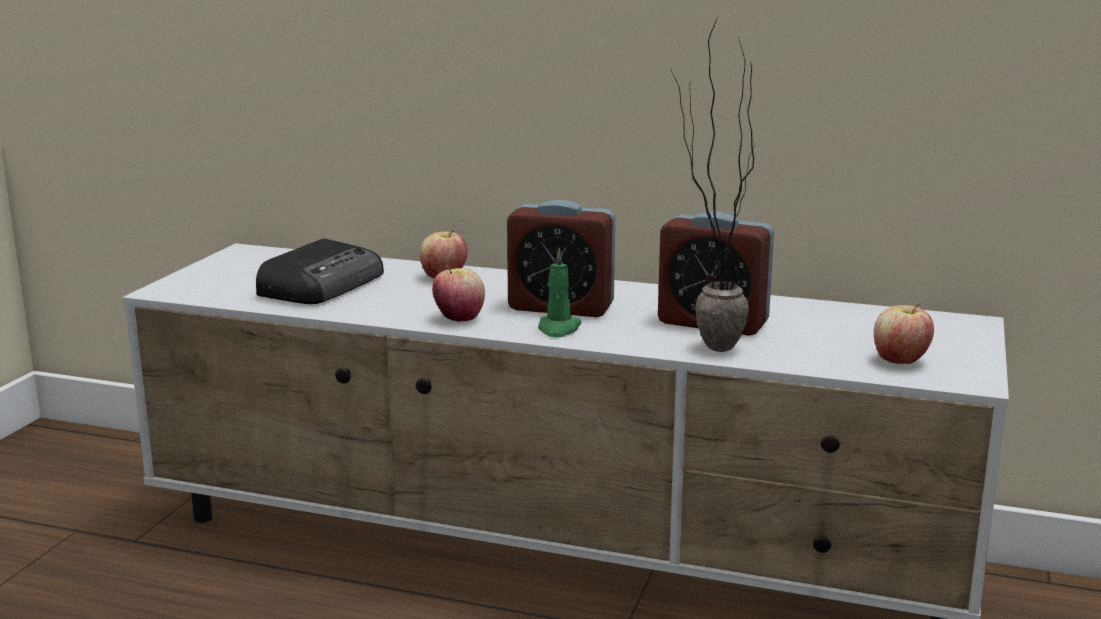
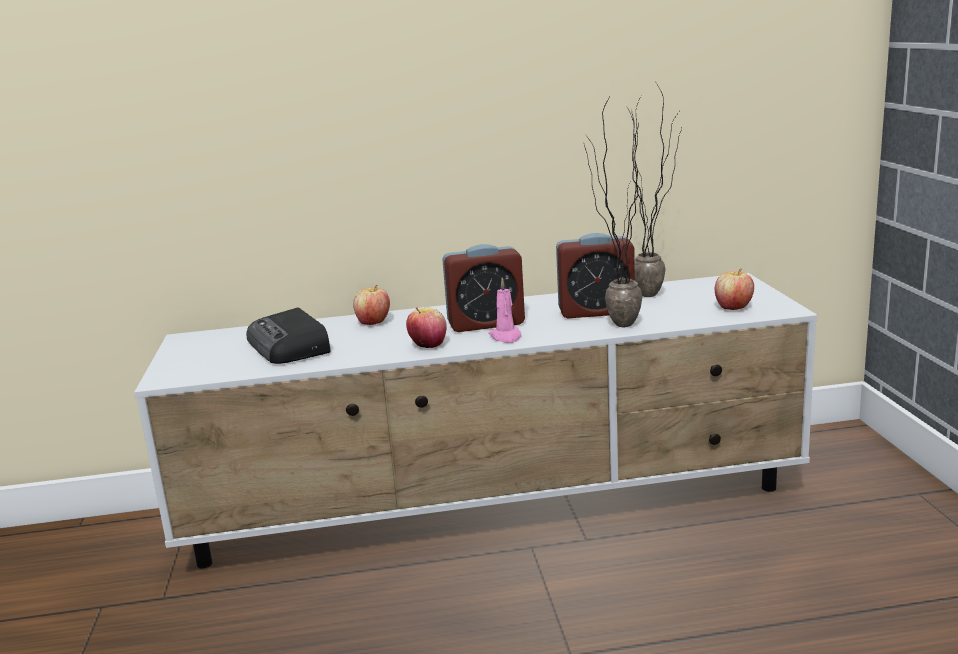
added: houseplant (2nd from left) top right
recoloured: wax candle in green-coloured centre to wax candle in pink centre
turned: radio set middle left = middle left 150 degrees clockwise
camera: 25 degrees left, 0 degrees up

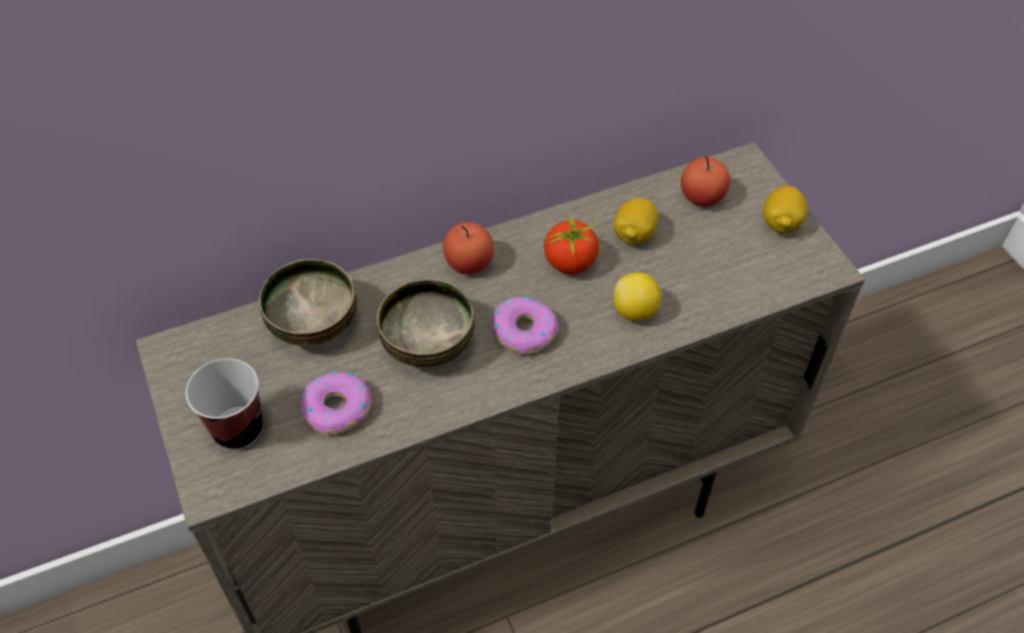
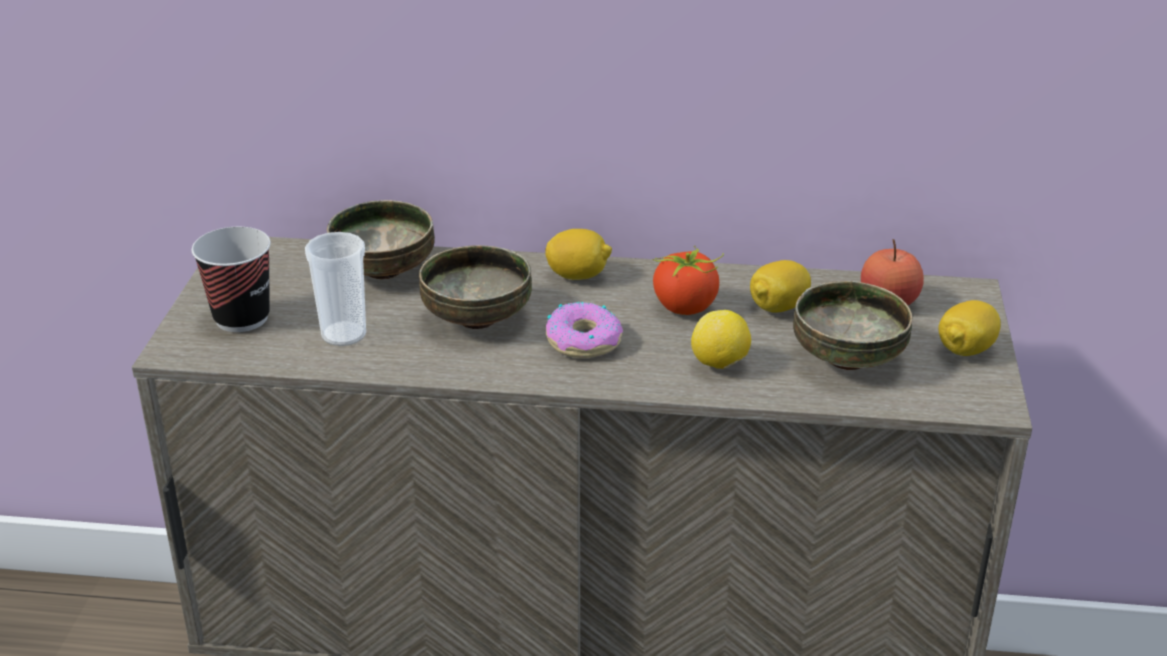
added: serving bowl (3rd from left) middle right
replaced: whole apple (1st from left) centre to citrus fruit (1st from left) centre; doughnut (1st from left) middle left to drinking cup (2nd from left) middle left
camera: 30 degrees right, 20 degrees down

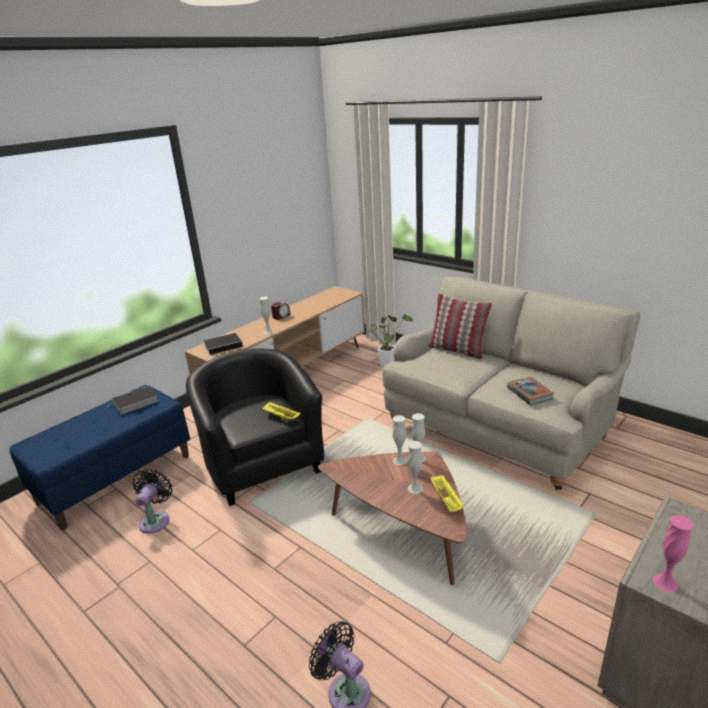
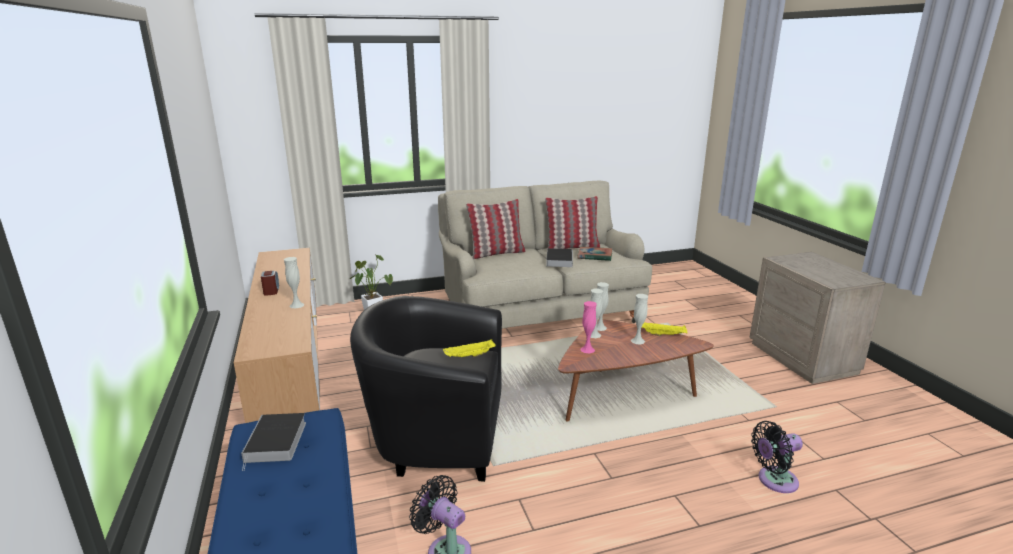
added: pillow (2nd from left) centre
moved: volume (2nd from left) middle left to centre; decorative vase in pink bottom right to centre
camera: 60 degrees left, 5 degrees down

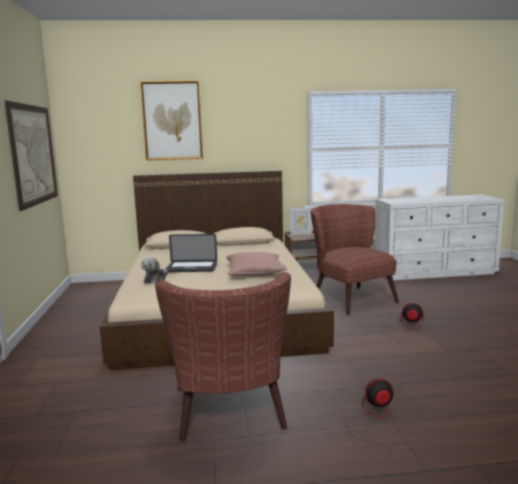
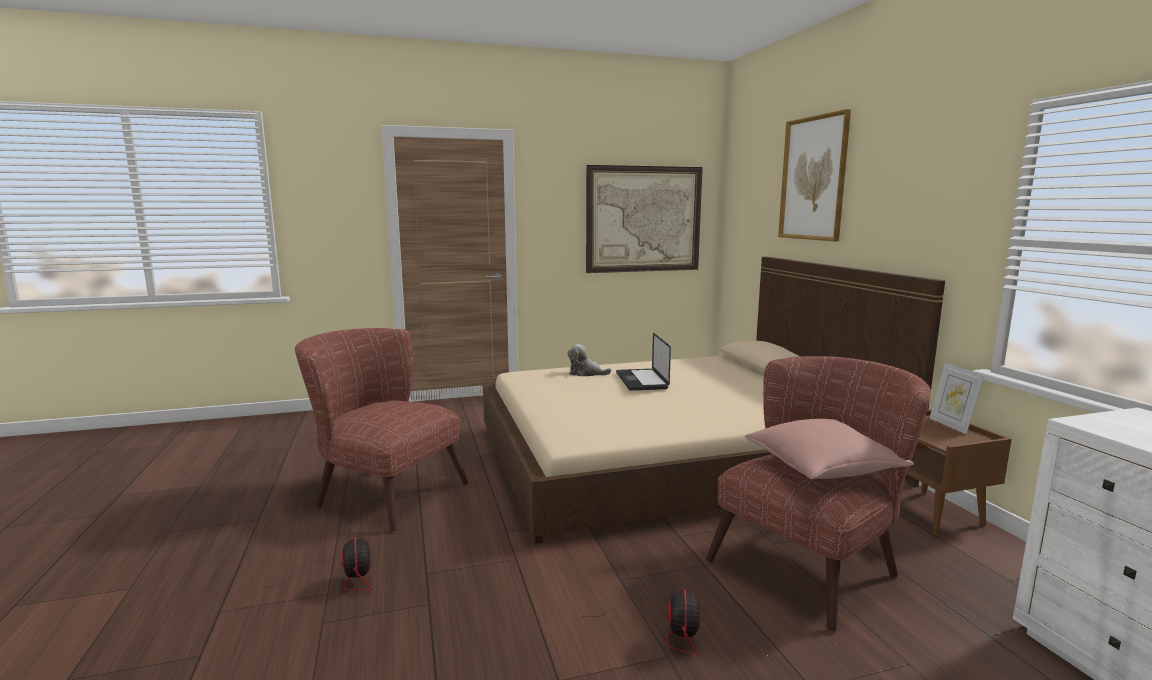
moved: pillow in pink centre to middle right
turned: armchair in brownish (1st from left) bottom centre = middle left 45 degrees clockwise
camera: 80 degrees right, 0 degrees up

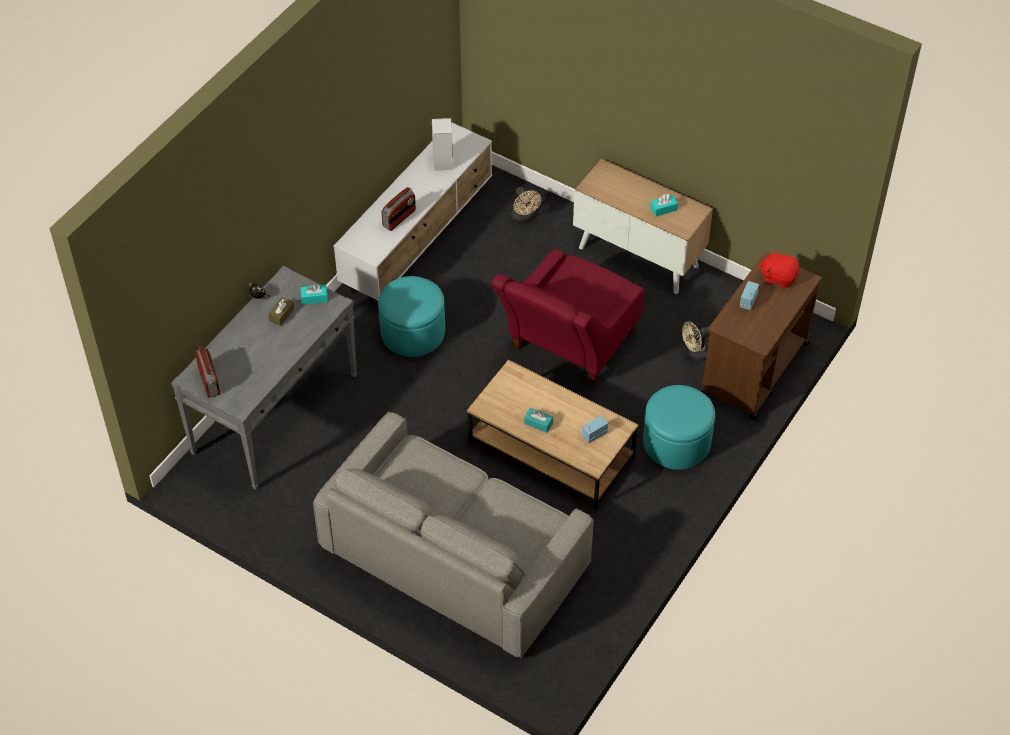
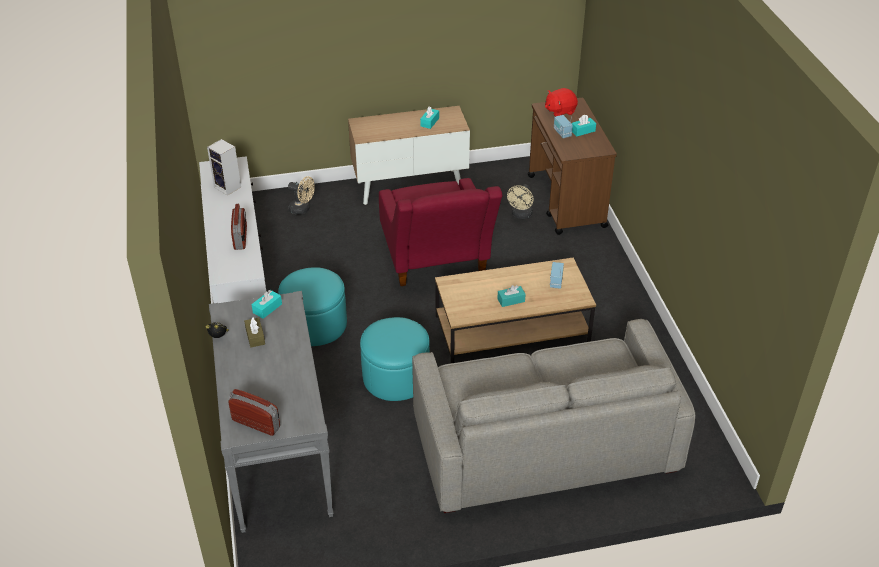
added: tissue box in turquoise (4th from left) top centre
moved: pouffe in turquoise (2nd from left) middle right to centre
camera: 45 degrees left, 10 degrees down

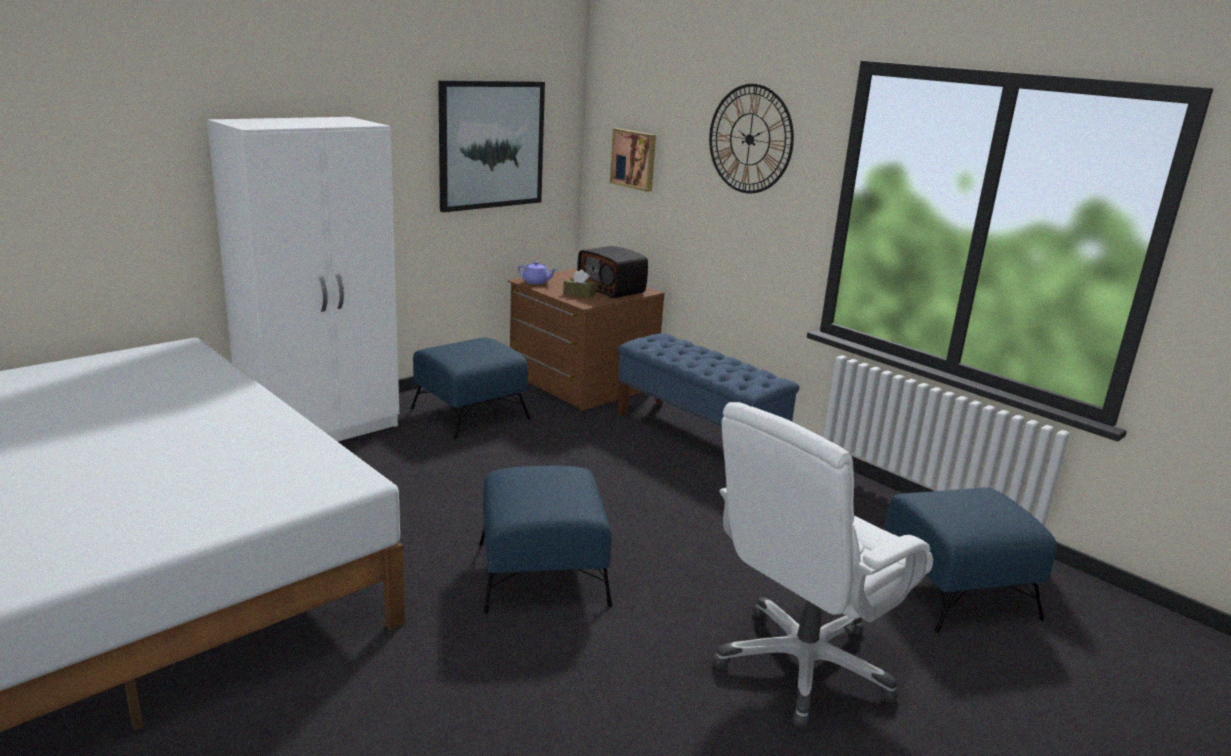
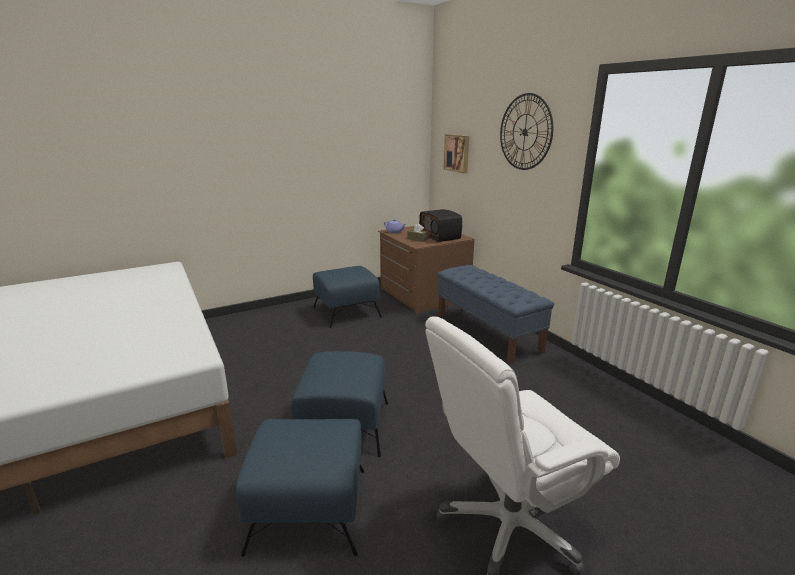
removed: wall art (1st from left) top centre; wardrobe in white middle left
moved: pouffe in blue-coloured (3rd from left in the first image) bottom right to pouffe in blue-coloured (1st from left) bottom centre
camera: 15 degrees right, 0 degrees up

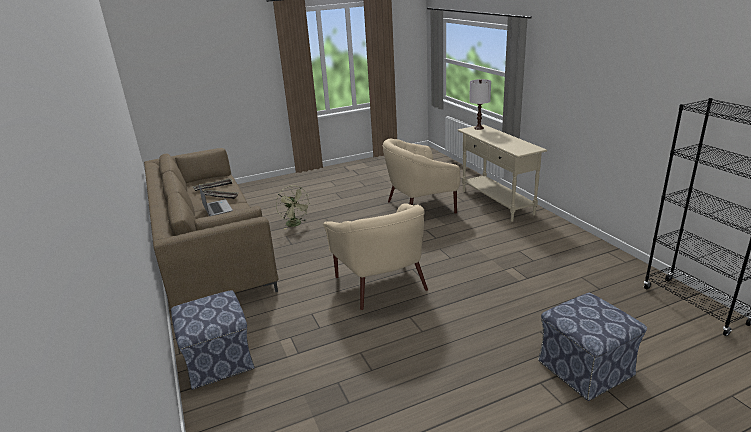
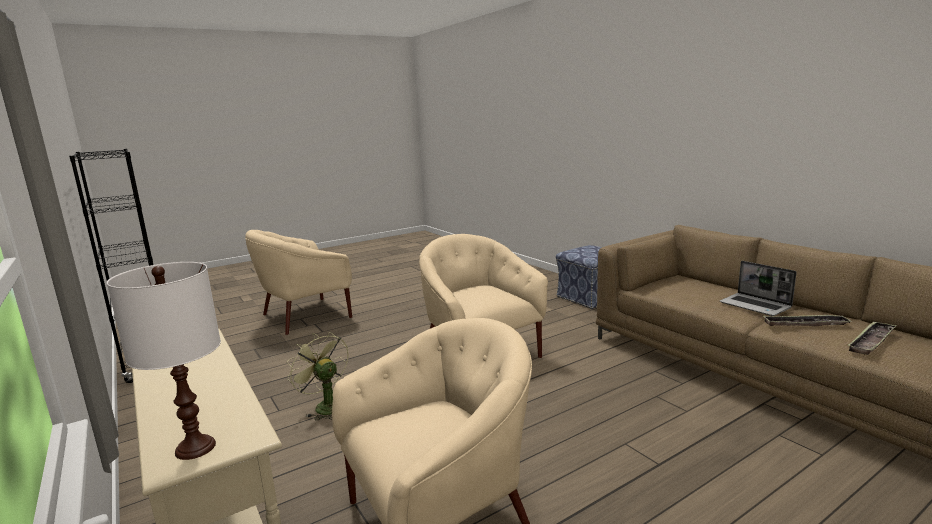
moved: fan in green-coloured centre to bottom centre
replaced: pouffe (2nd from left) bottom right to armchair in beige-coloured (1st from left) middle left
camera: 170 degrees right, 10 degrees down

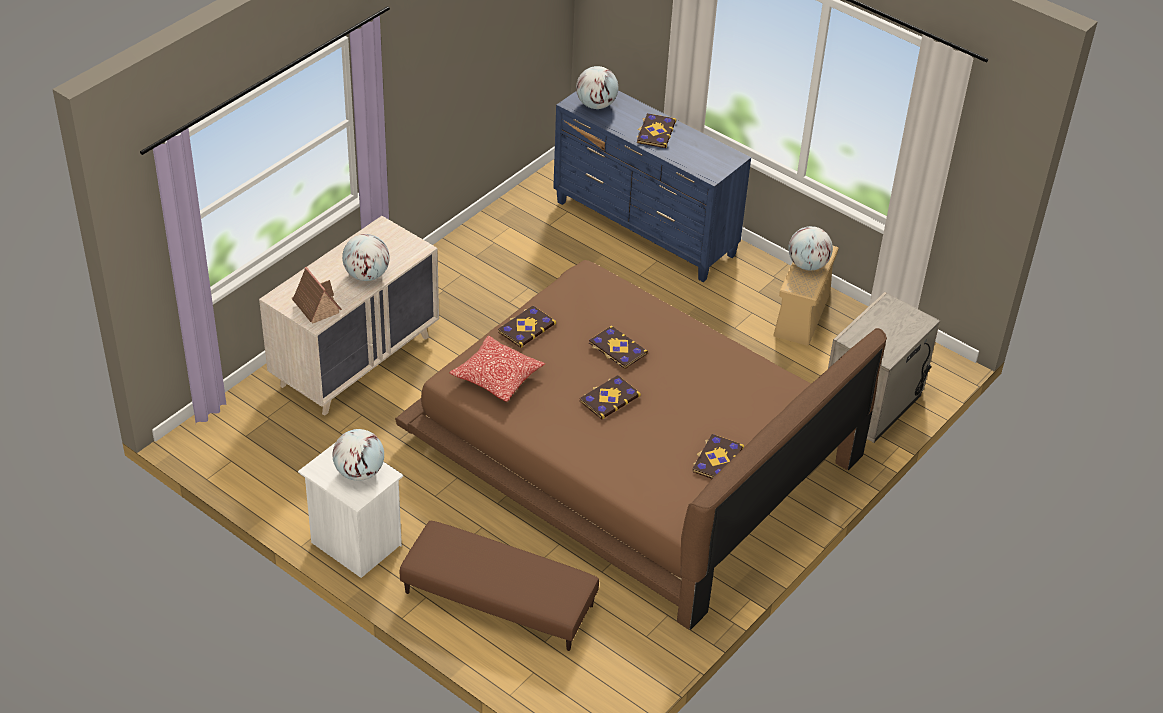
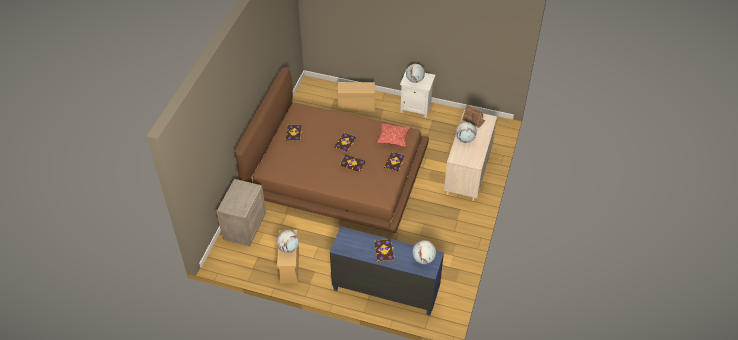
replaced: pouffe in brownish bottom centre to storage box in beige-coloured (2nd from left) top centre
camera: 160 degrees right, 5 degrees up

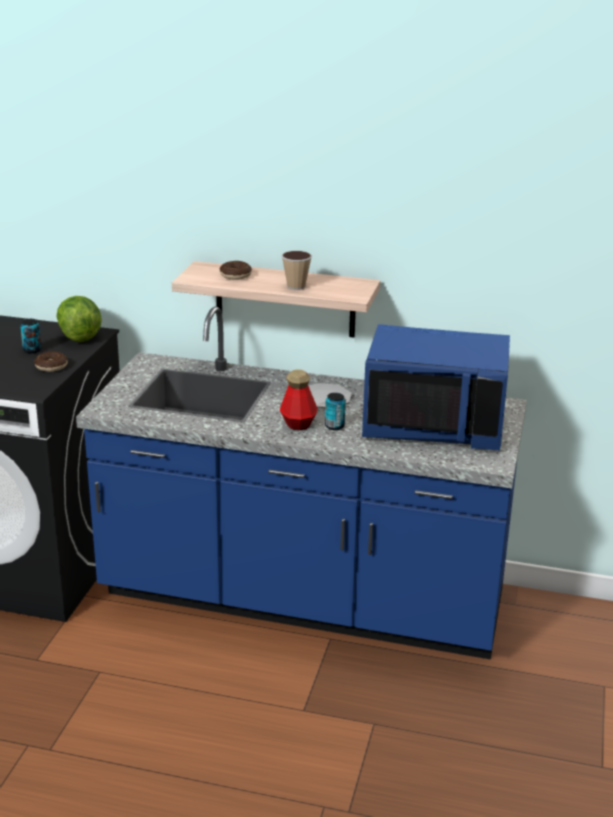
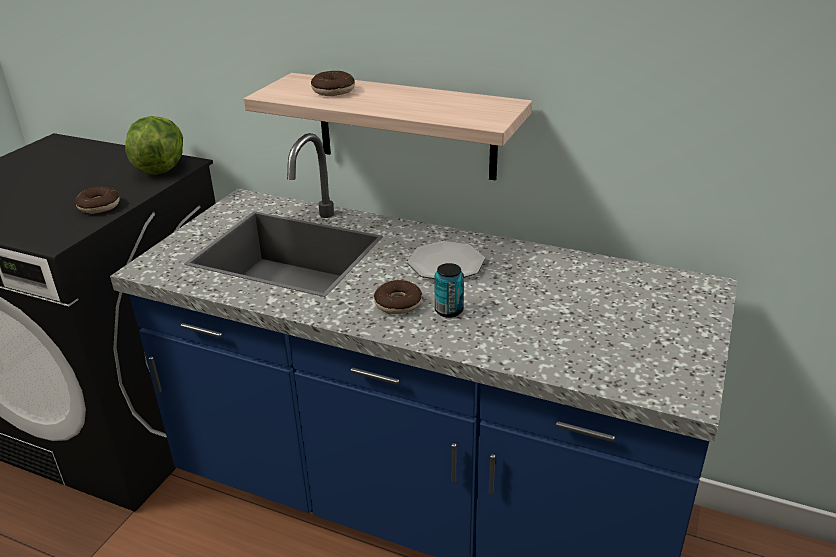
removed: drinking cup top centre; sealed can (1st from left) middle left; microwave oven in blue-coloured middle right
replaced: drink bottle centre to doughnut (3rd from left) centre
camera: 10 degrees right, 5 degrees up

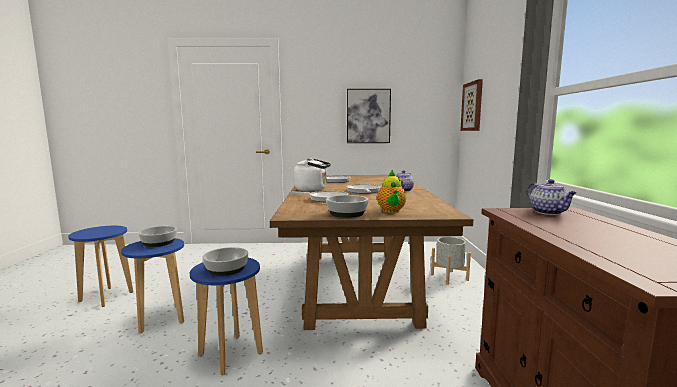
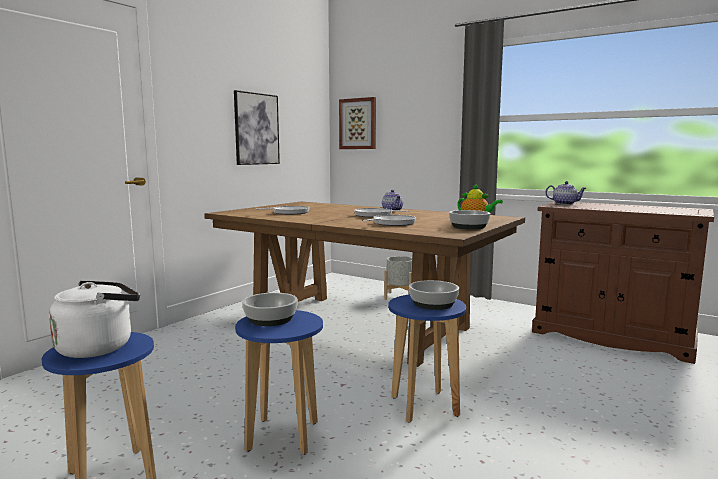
moved: water kettle in white centre to middle left
camera: 55 degrees left, 0 degrees up

